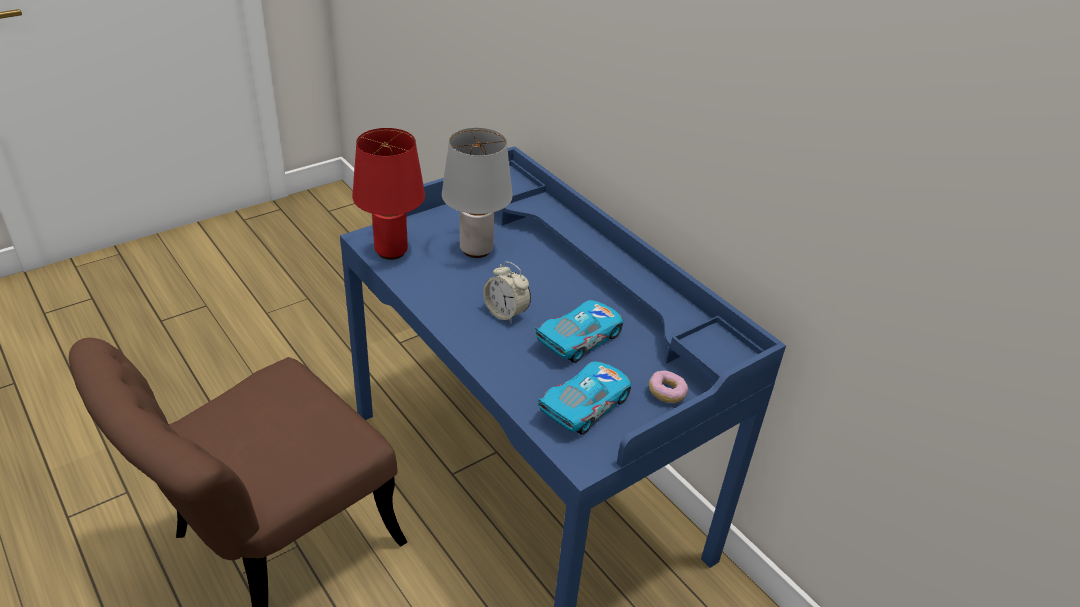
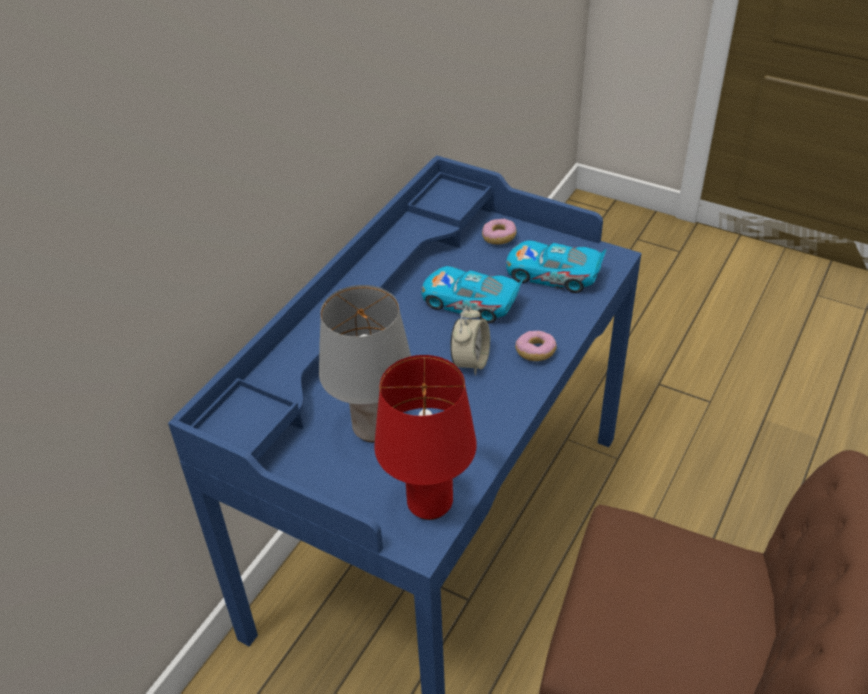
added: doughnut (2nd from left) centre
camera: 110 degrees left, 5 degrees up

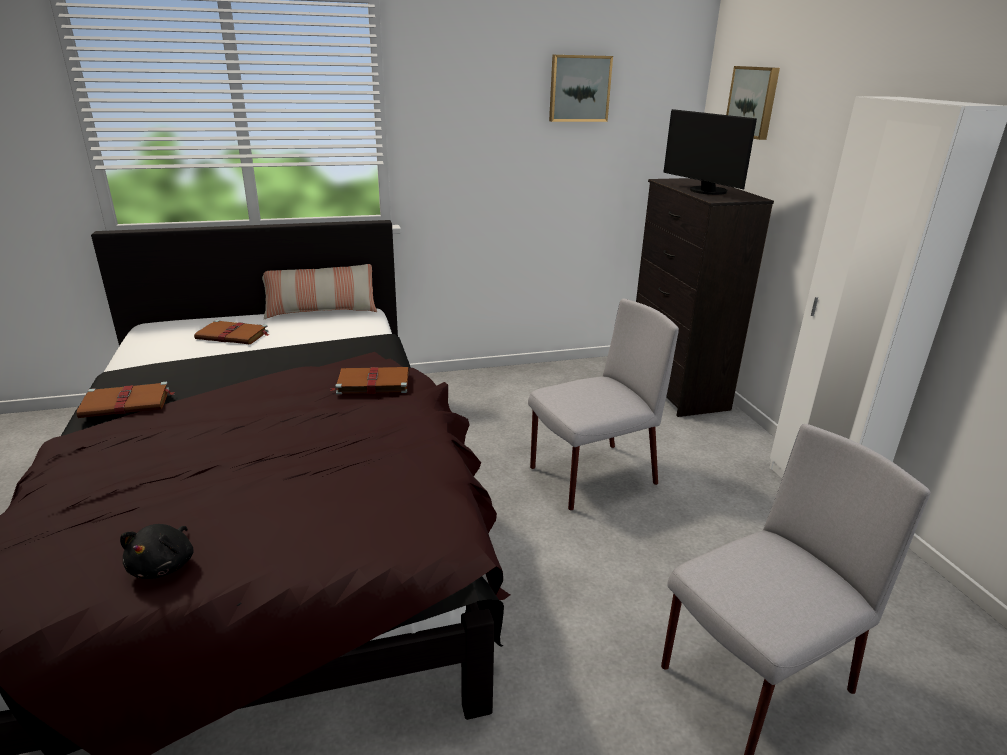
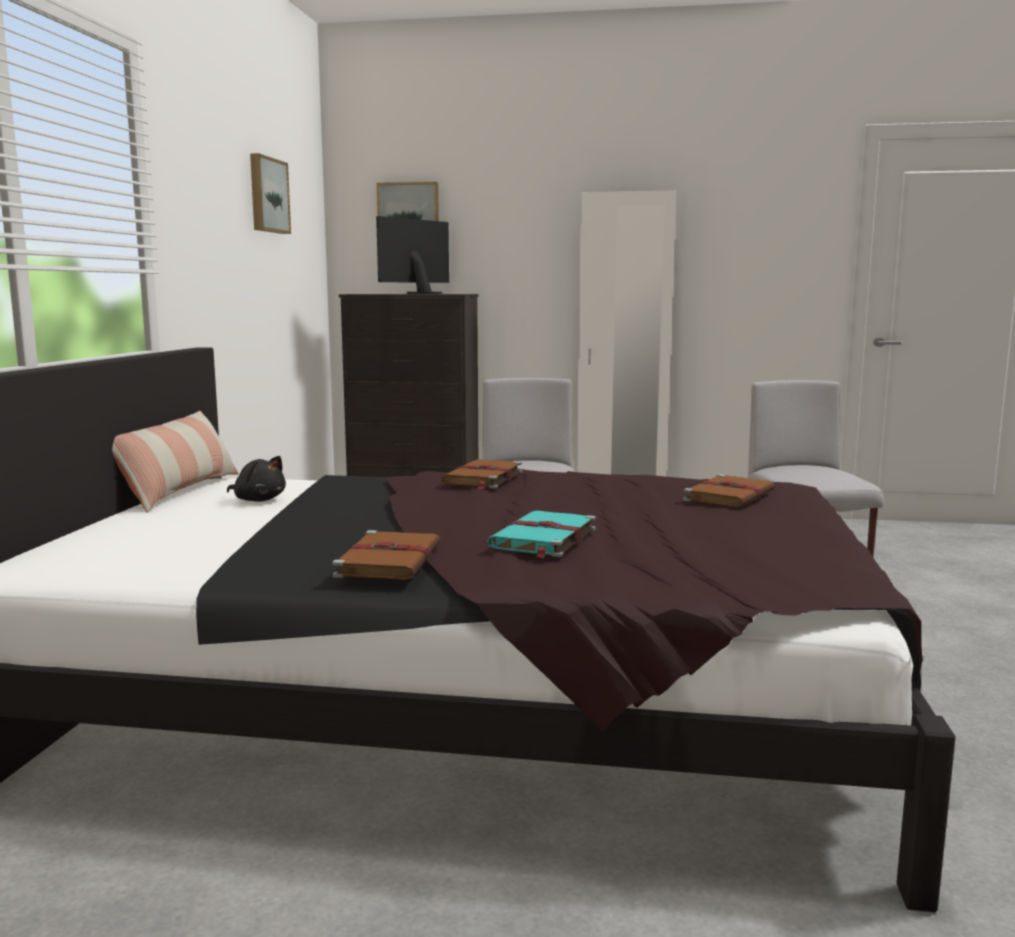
added: volume in turquoise centre
moved: volume in brownish (2nd from left in the first image) middle left to volume in brownish (3rd from left) middle right; soft toy in blackish bottom left to middle left
turned: monitor top right = top centre 135 degrees clockwise
camera: 65 degrees left, 15 degrees down

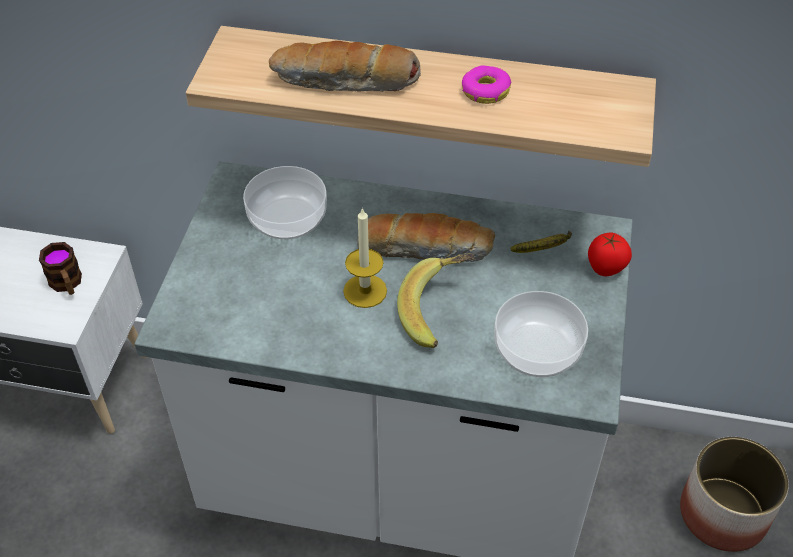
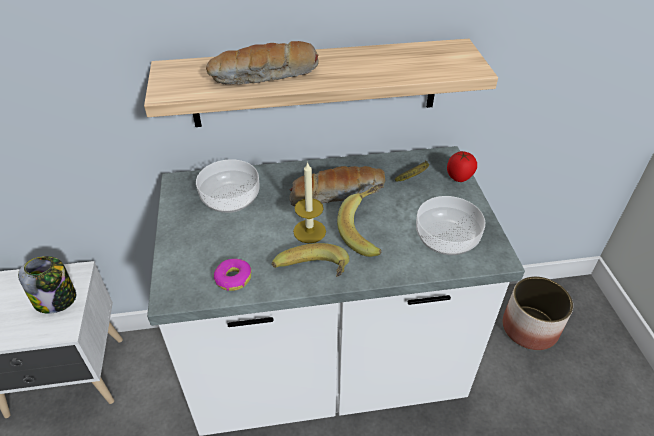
added: banana fruit (1st from left) centre
moved: doughnut top centre to centre
replaced: tea mug middle left to storage jar middle left
camera: 20 degrees left, 5 degrees down

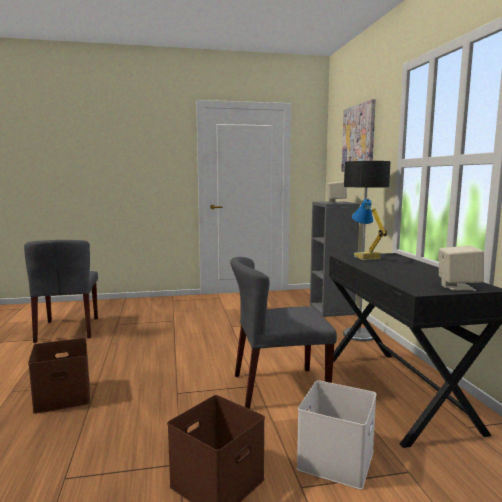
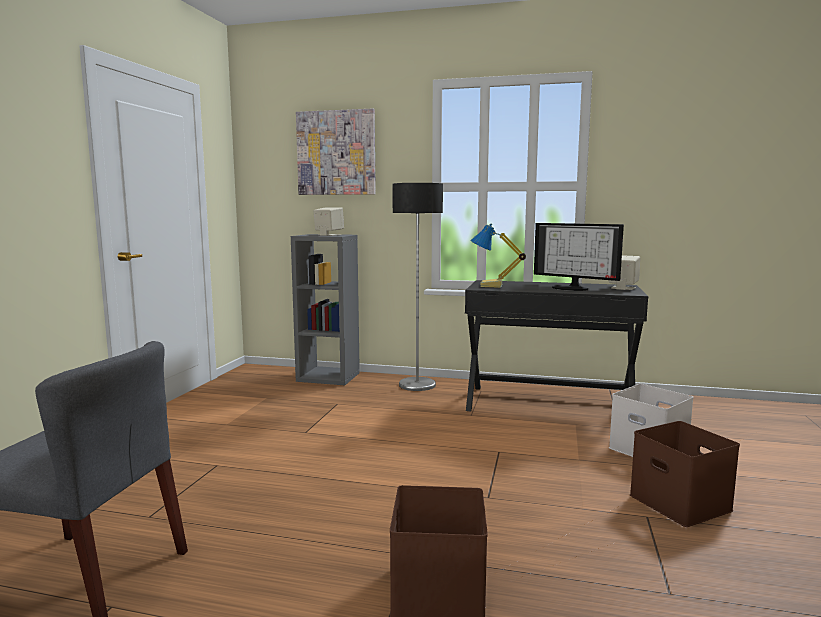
removed: upright chair in greyish (2nd from left) centre
added: monitor middle right
camera: 65 degrees left, 0 degrees up

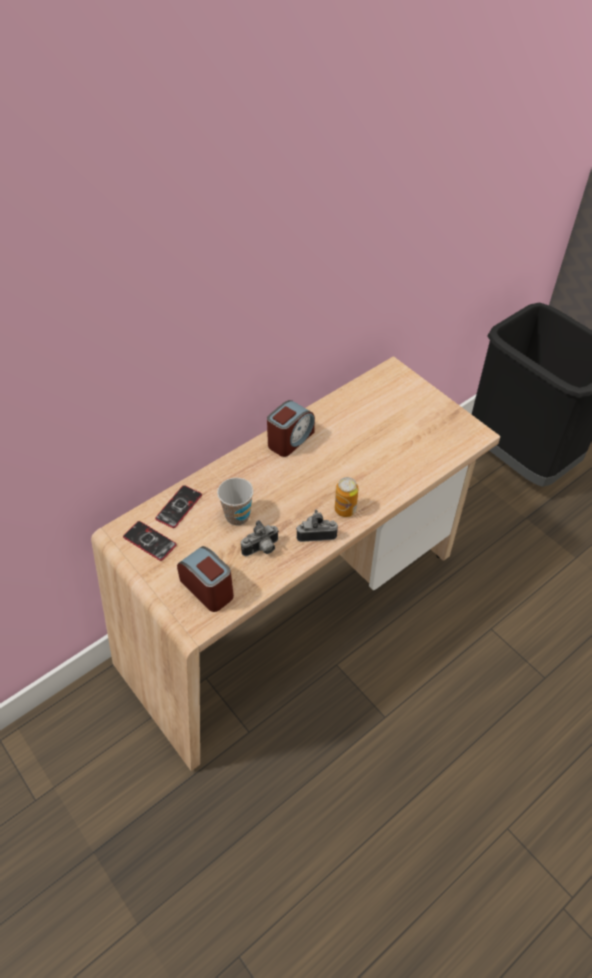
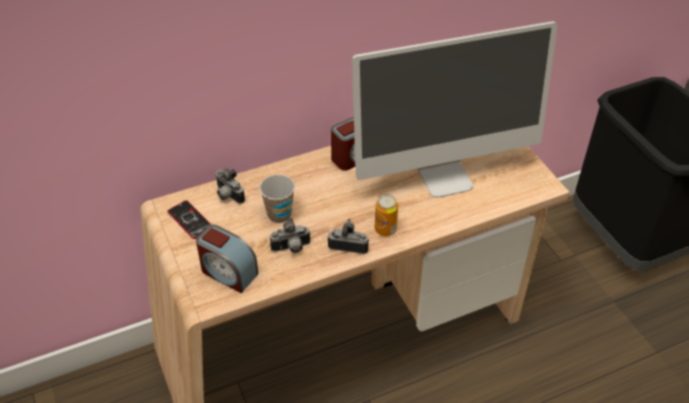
added: monitor top centre
replaced: handset (2nd from left) middle left to still camera (1st from left) centre
turned: alarm clock (1st from left) centre = middle left 150 degrees clockwise
camera: 15 degrees right, 5 degrees down

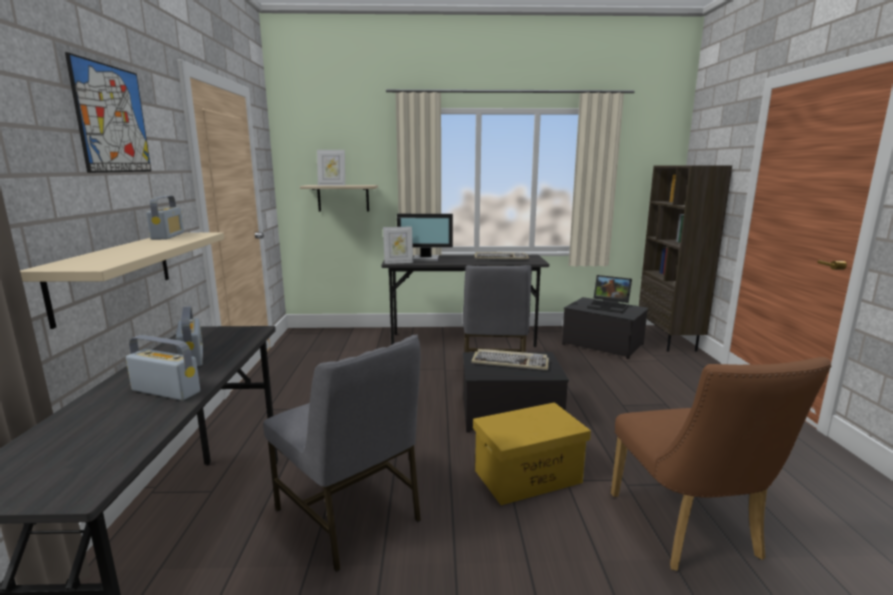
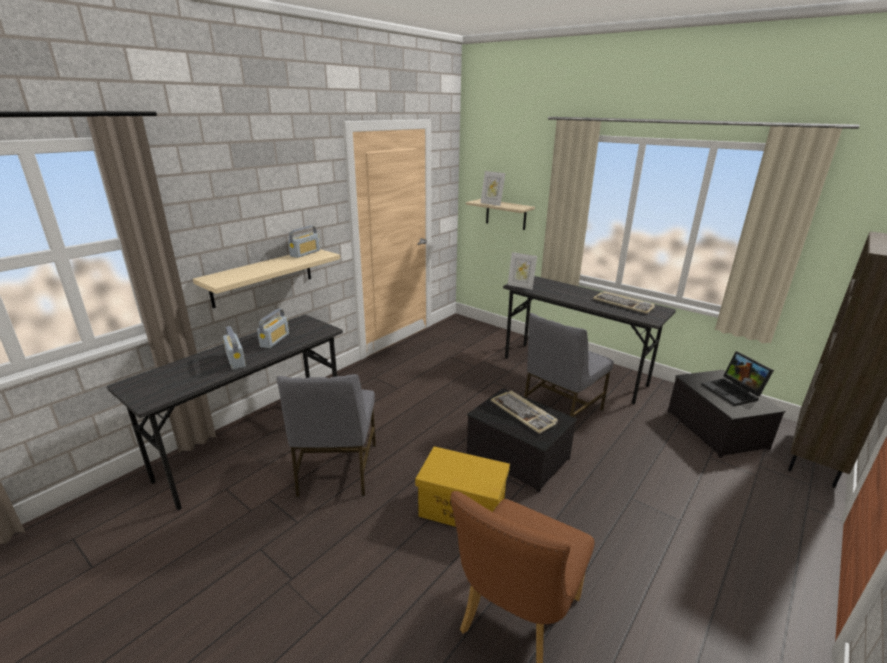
removed: wall art top left; monitor centre
camera: 40 degrees right, 10 degrees up

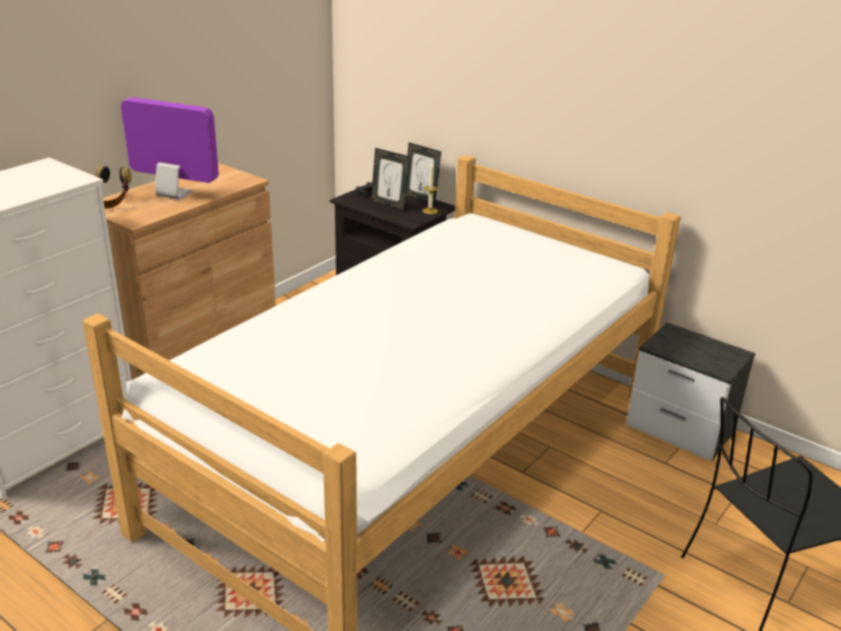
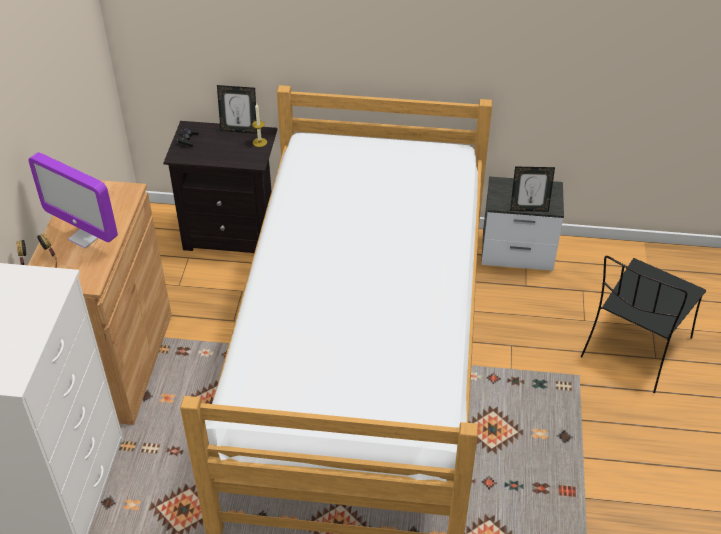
moved: standing frame (1st from left in the first image) top centre to standing frame (2nd from left) middle right
turned: monitor top left = middle left 135 degrees counterclockwise
camera: 30 degrees left, 15 degrees up

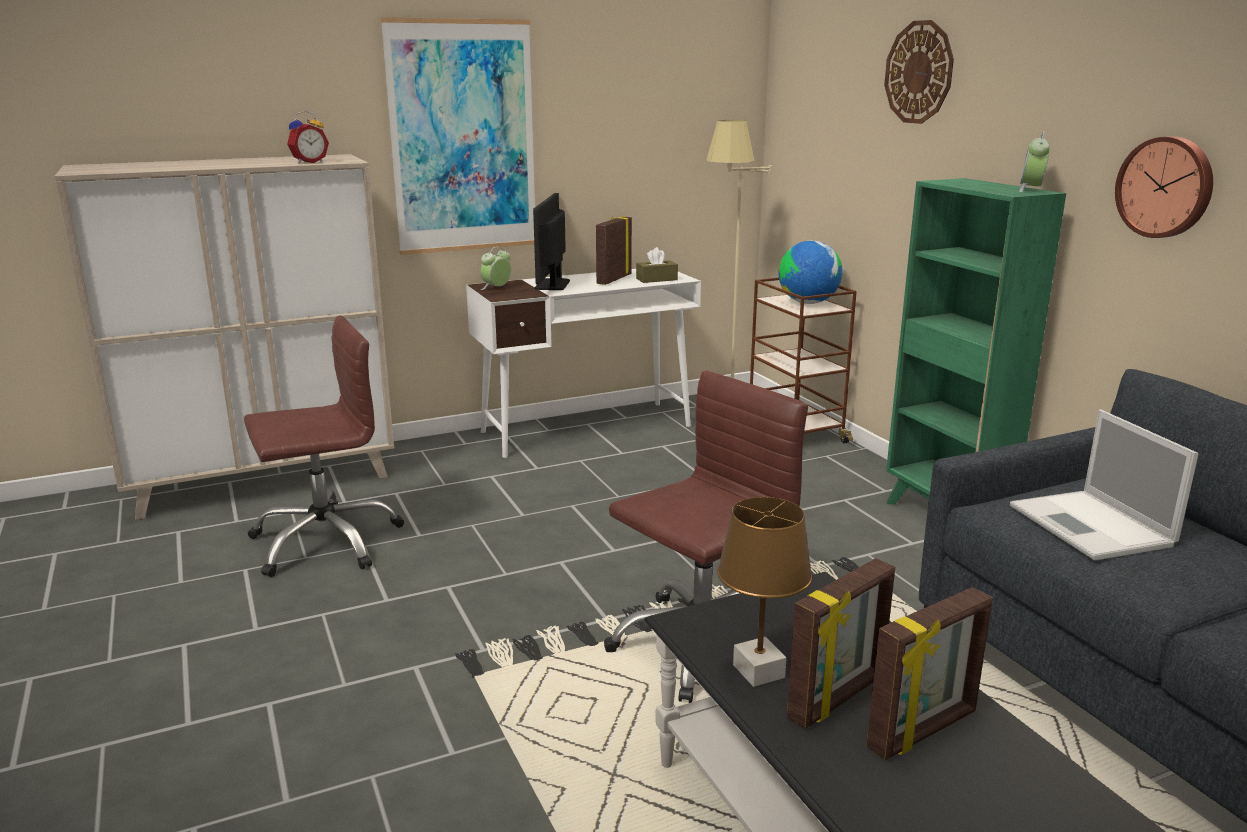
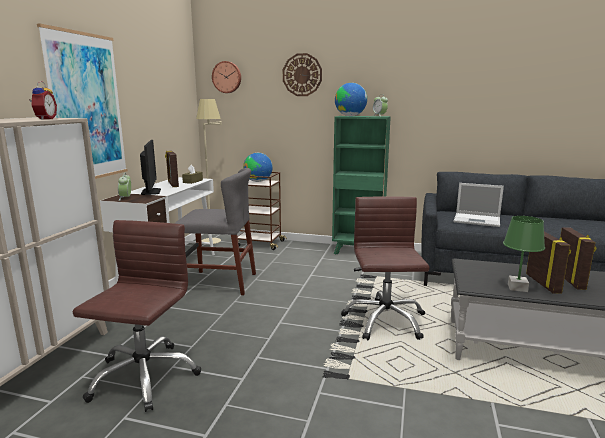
added: globe (2nd from left) top centre; upright chair in greyish centre
moved: hanging clock (2nd from left in the first image) top right to hanging clock (1st from left) top centre
recoloured: lamp for a table in brownish bottom centre to lamp for a table in green-coloured middle right
turned: monitor top centre = middle left 150 degrees counterclockwise
camera: 50 degrees left, 5 degrees down

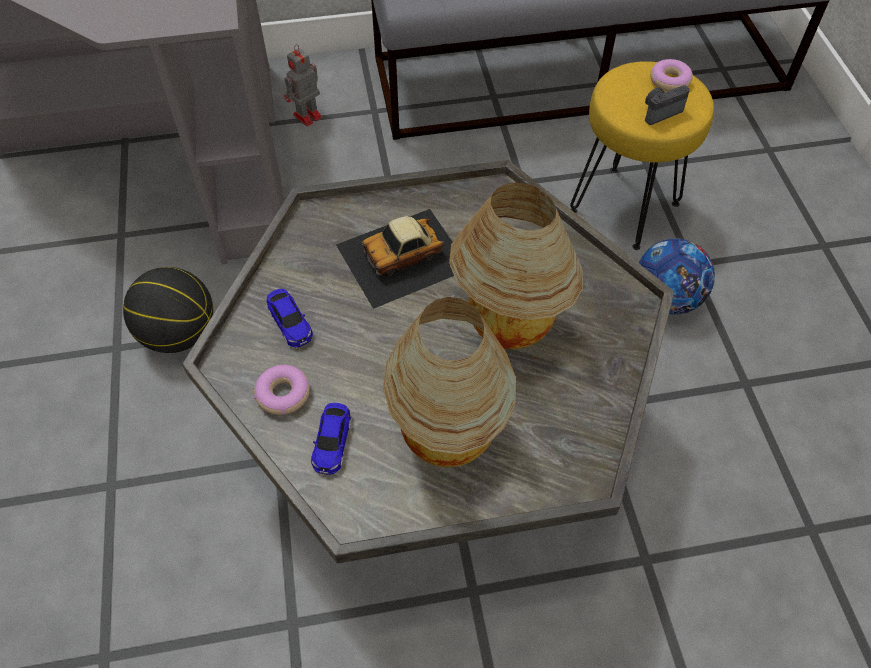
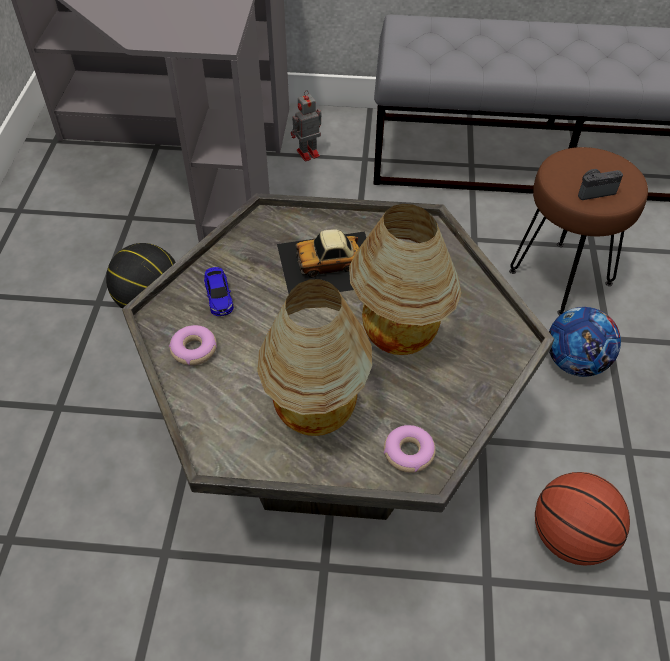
removed: miniature car (2nd from left) centre
added: basketball ball (2nd from left) bottom right
moved: doughnut (2nd from left) top right to bottom centre
recoloured: sitting stool in yellow-coloured top right to sitting stool in brownish middle right
camera: 15 degrees right, 5 degrees down

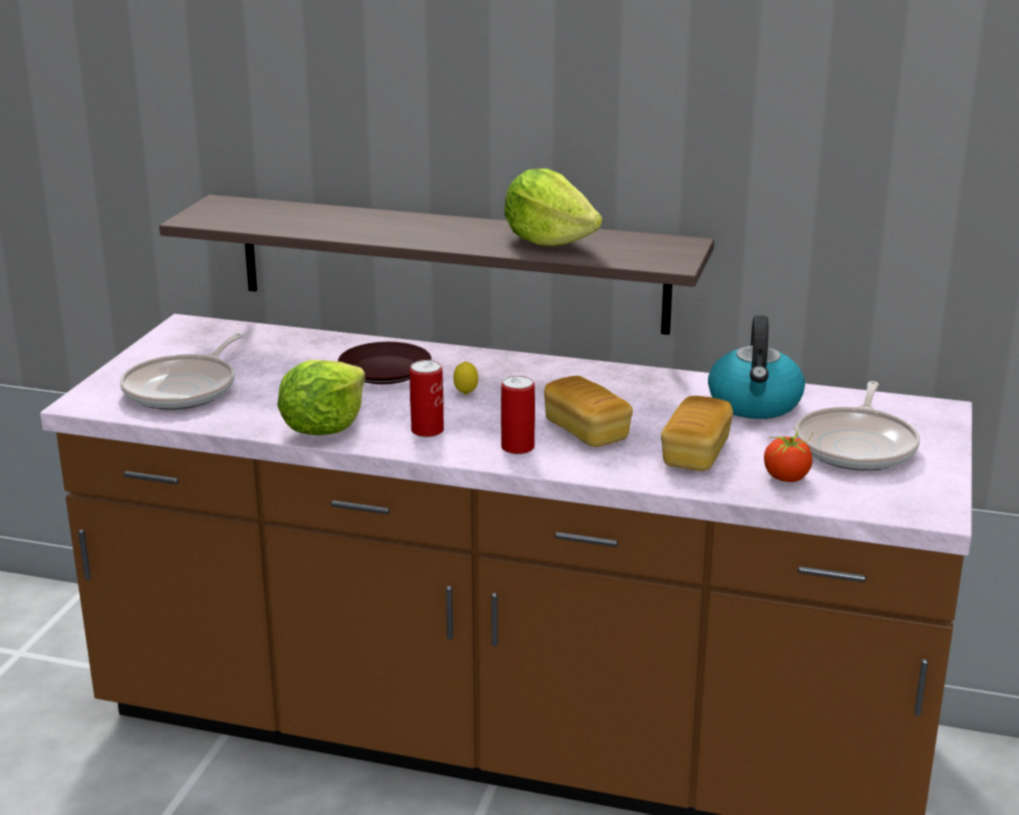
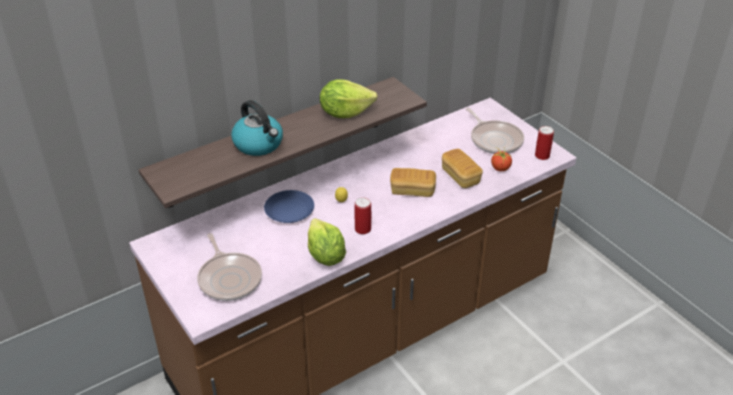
moved: water kettle middle right to top centre; sealed can (2nd from left) centre to middle right
recoloured: dinner plate in brownish centre to dinner plate in blue-coloured centre
camera: 50 degrees left, 15 degrees up

